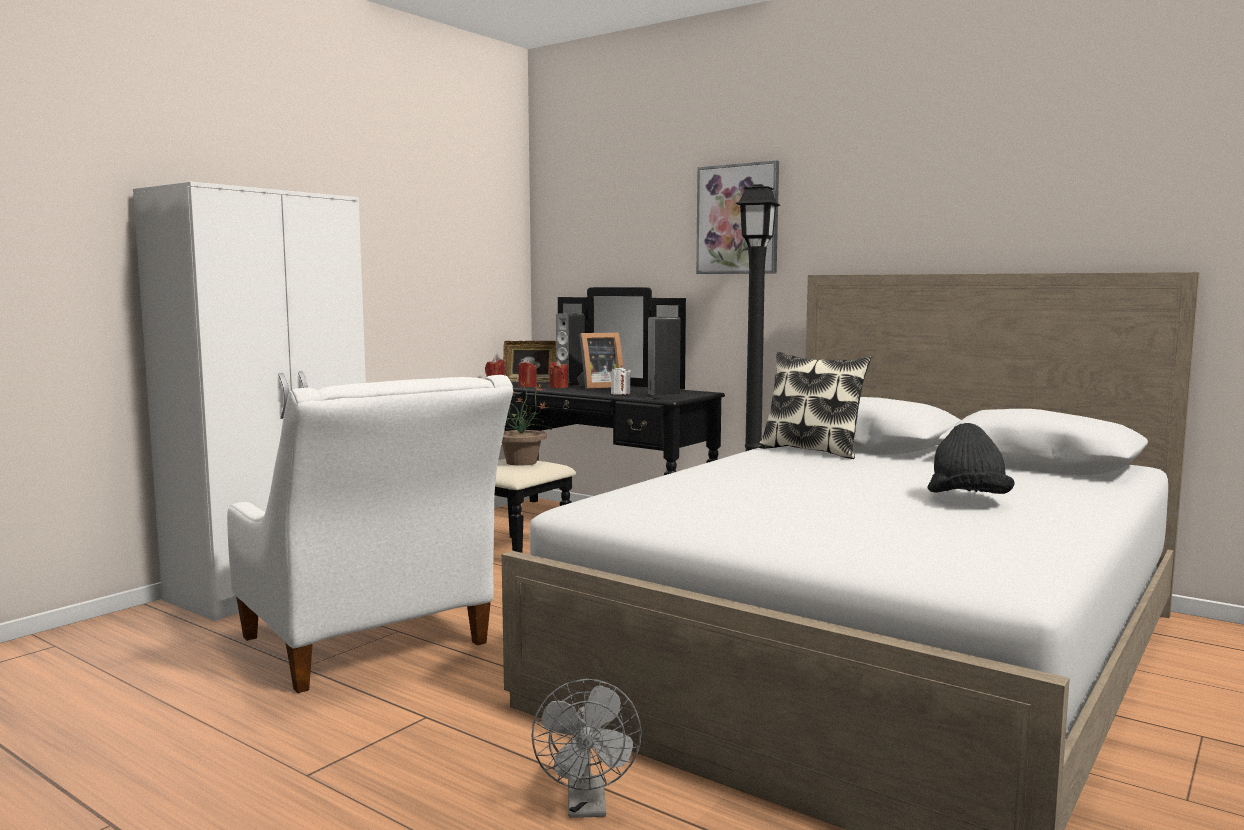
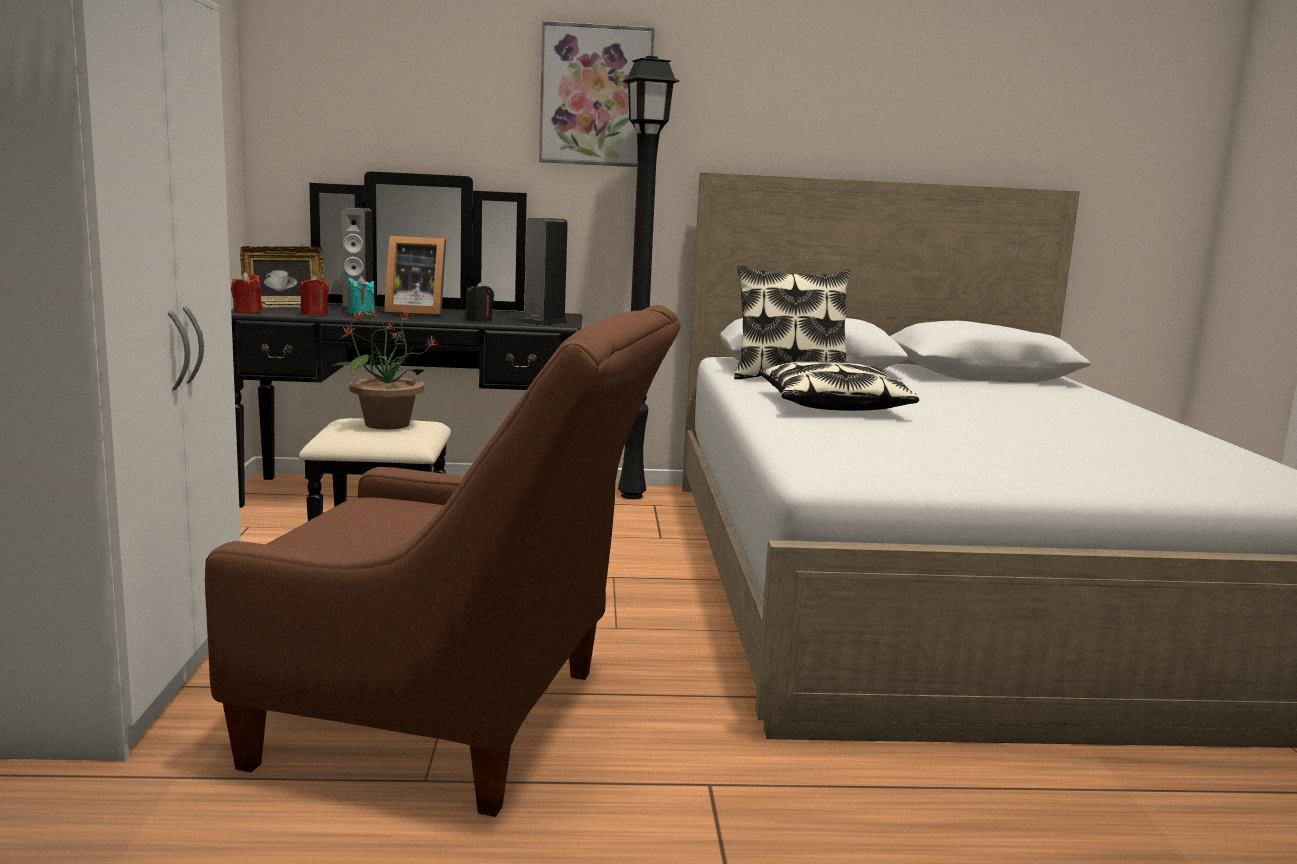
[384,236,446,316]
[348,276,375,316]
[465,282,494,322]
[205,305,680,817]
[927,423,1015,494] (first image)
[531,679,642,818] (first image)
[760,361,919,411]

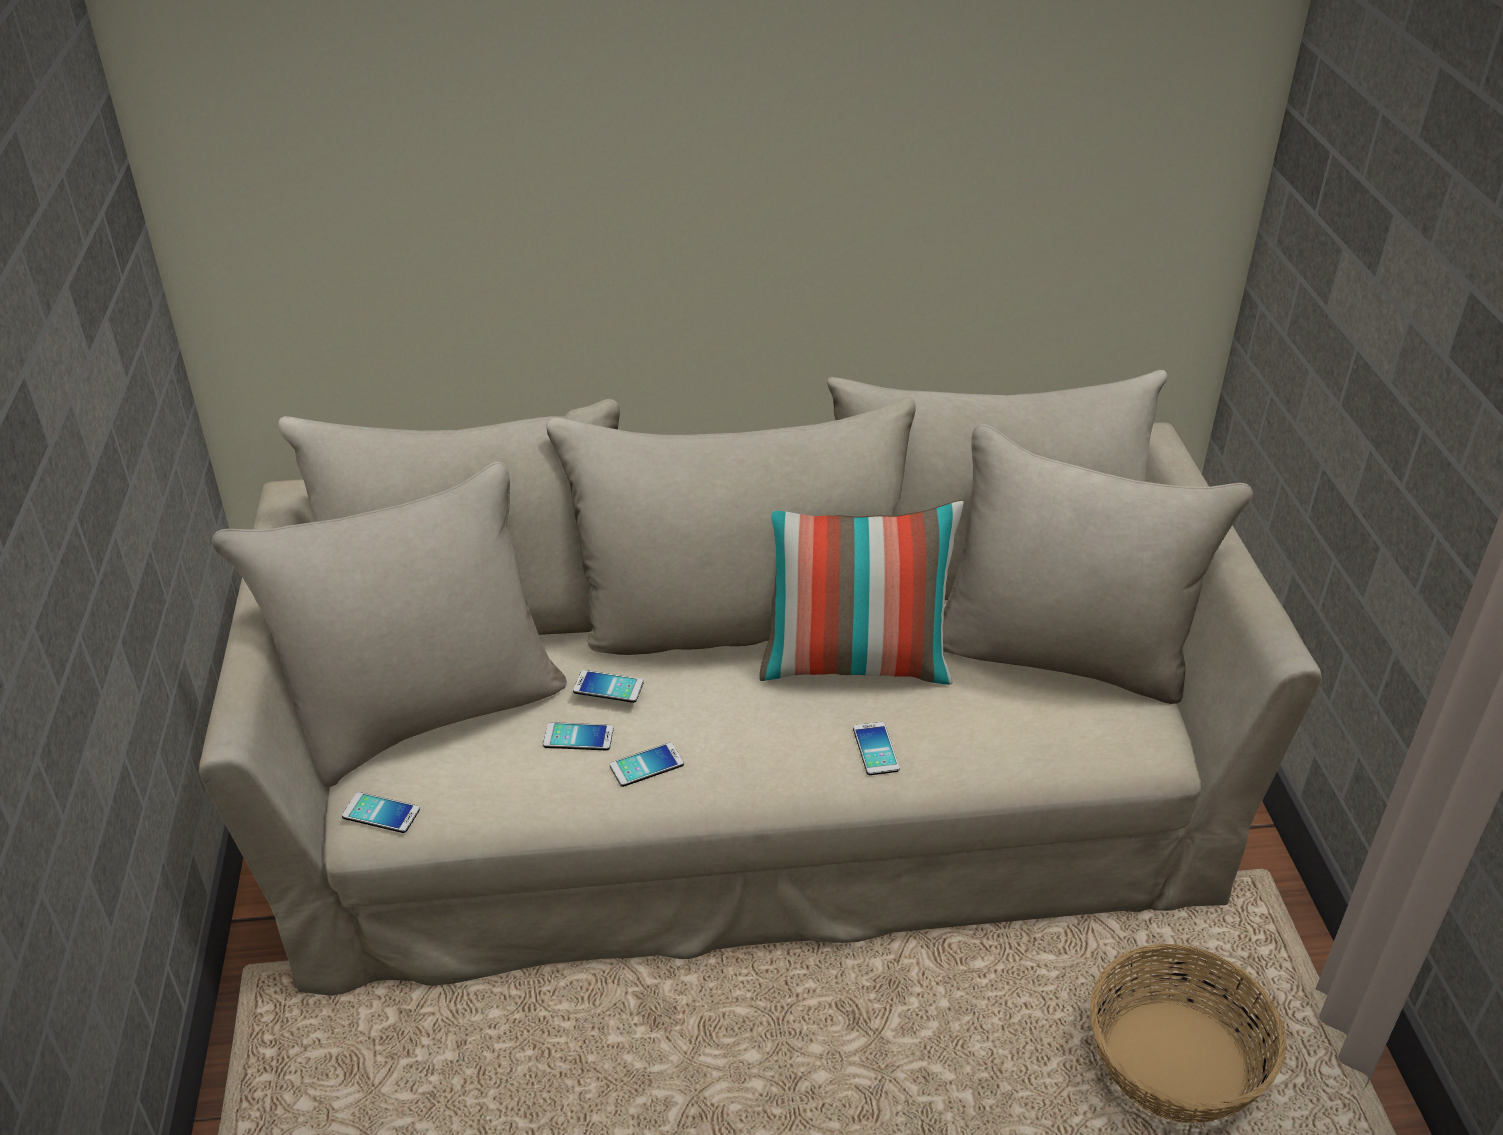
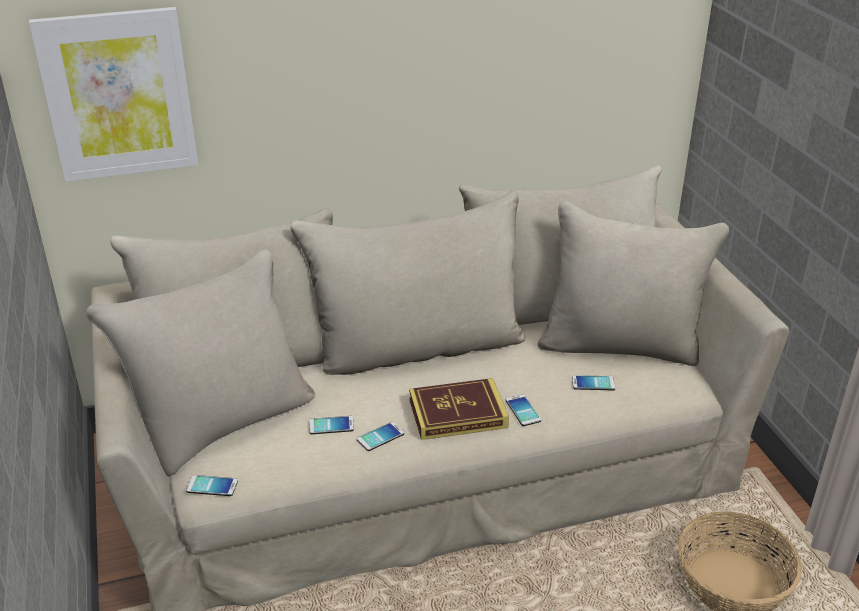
[759,501,964,685] (first image)
[572,375,615,390]
[29,7,198,182]
[409,378,509,440]

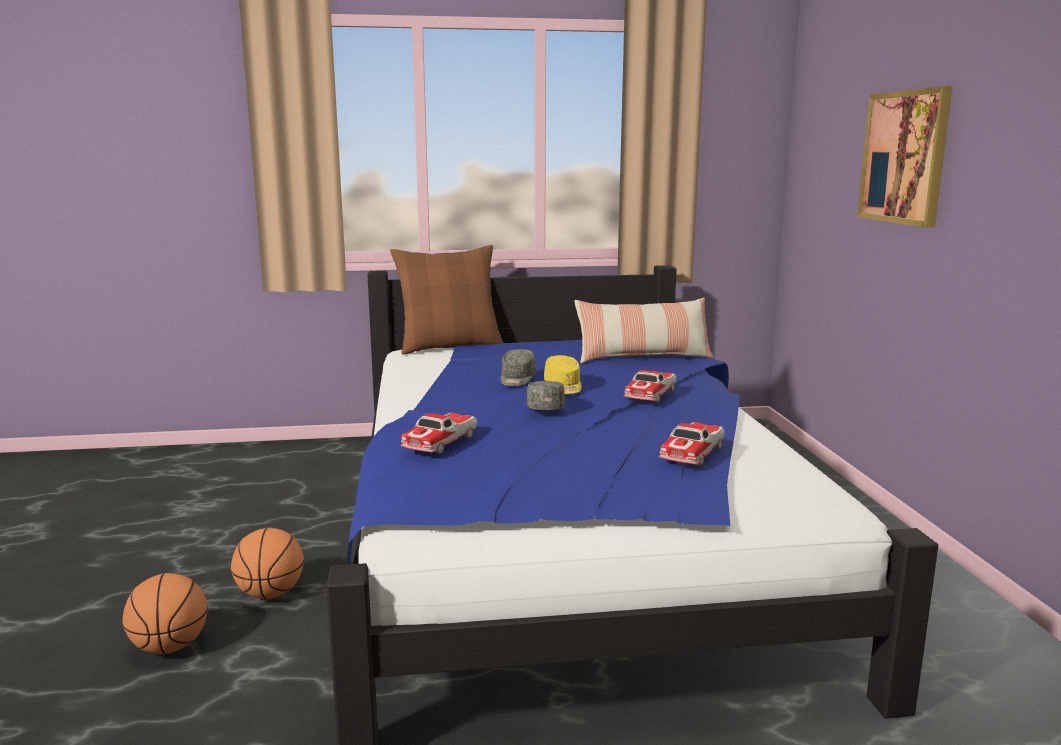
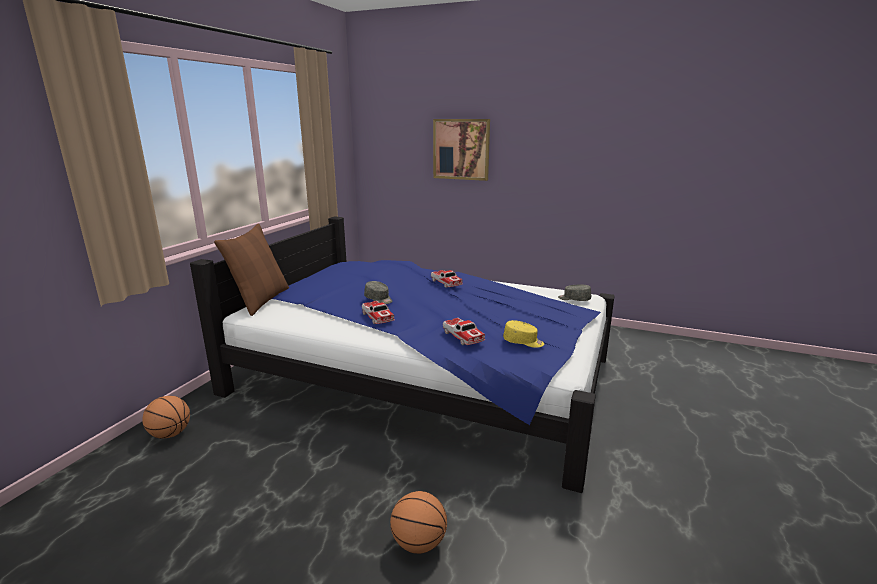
[574,297,713,363] (first image)
[503,320,544,348]
[558,285,591,301]
[362,301,395,324]
[142,396,190,438]

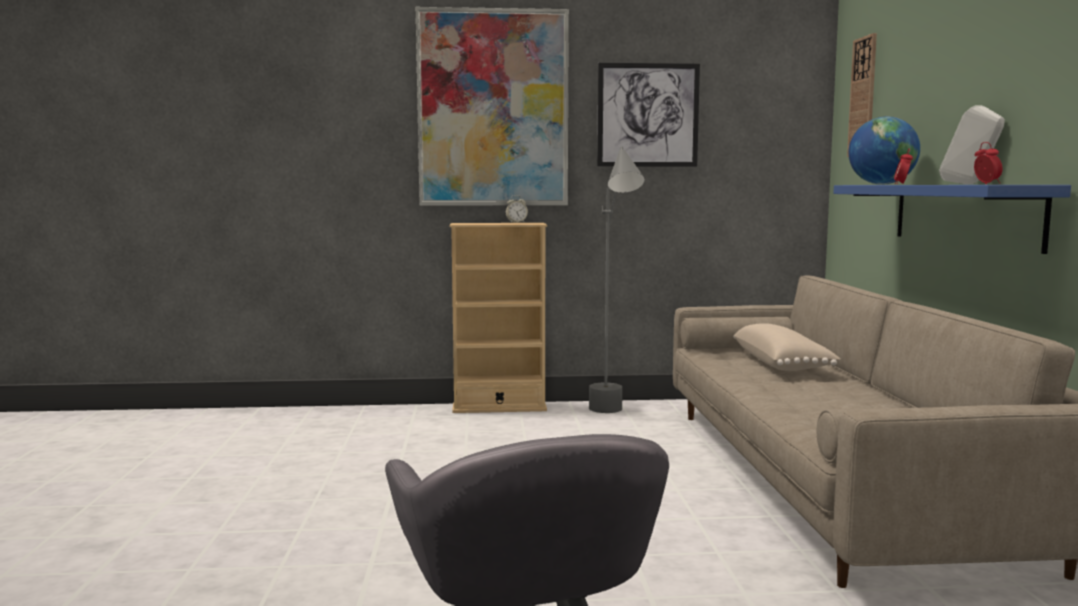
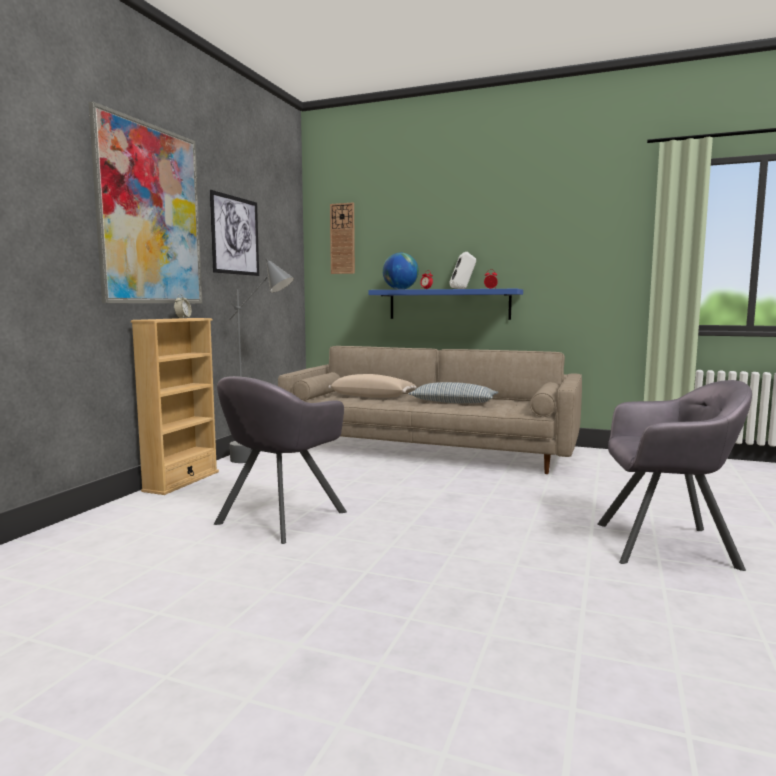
[214,376,347,544]
[408,382,498,403]

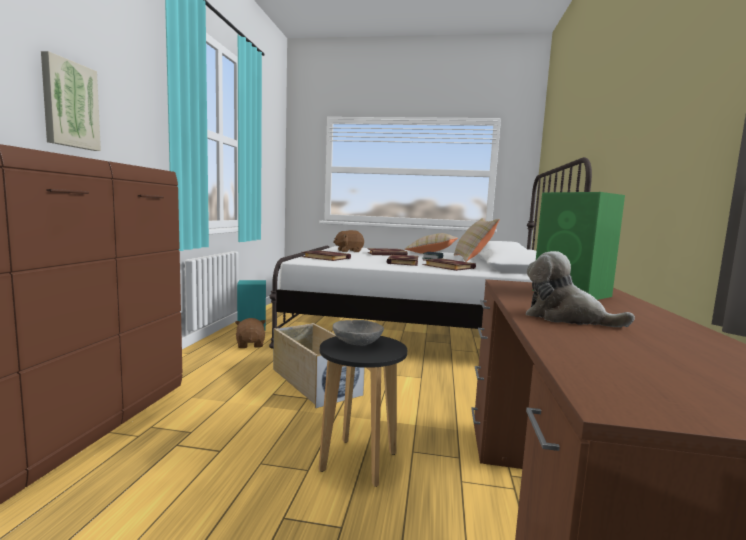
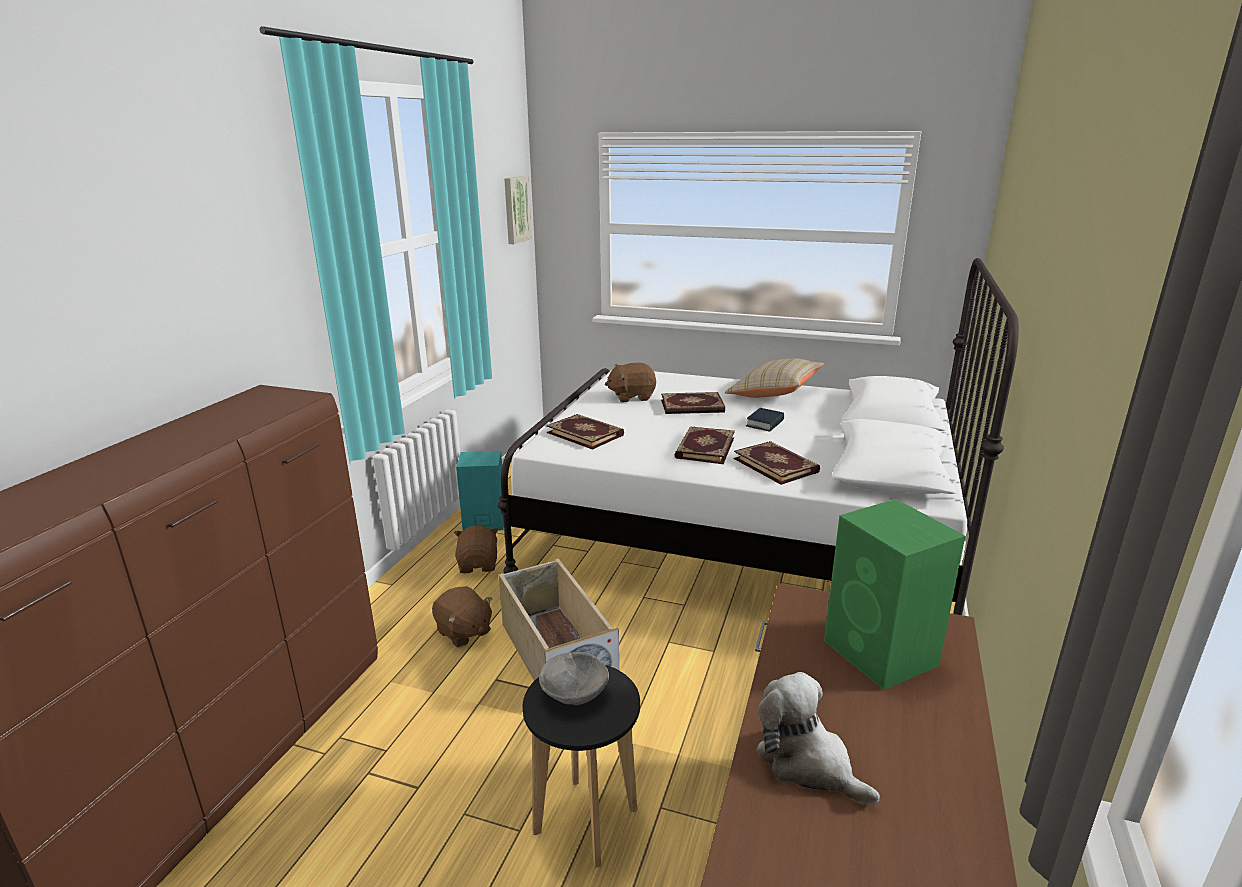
[504,176,532,244]
[454,218,500,262] (first image)
[432,586,492,648]

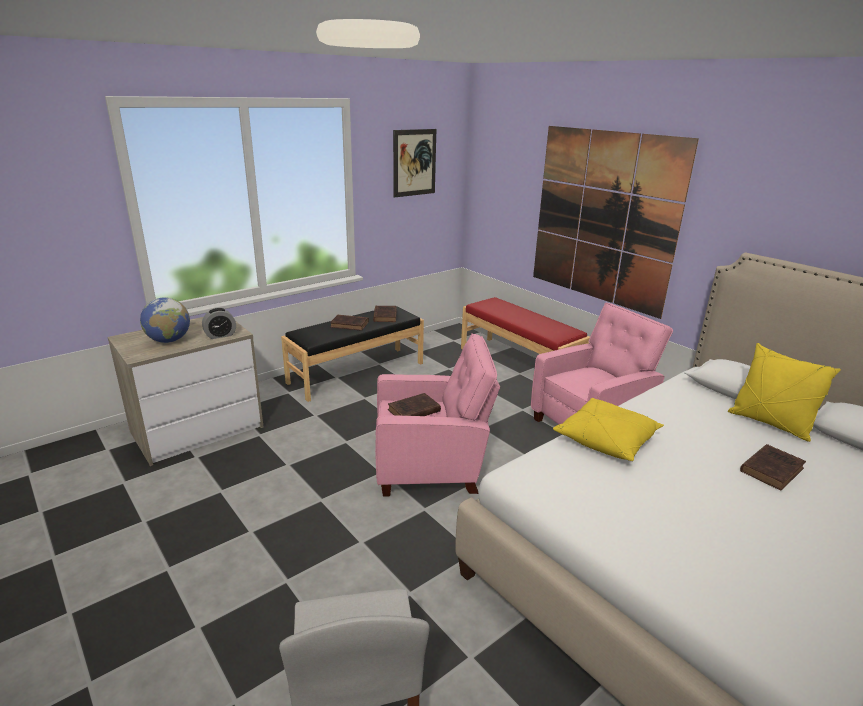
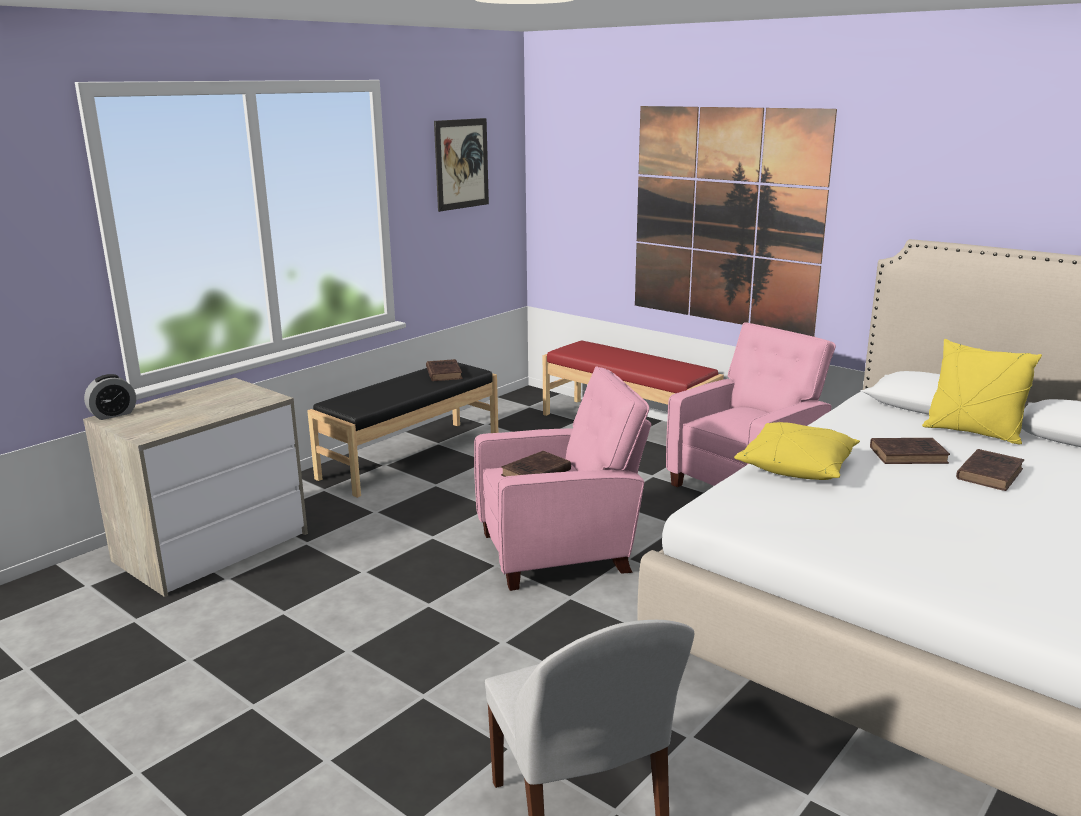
[140,297,190,343] (first image)
[84,374,136,420]
[870,438,950,464]

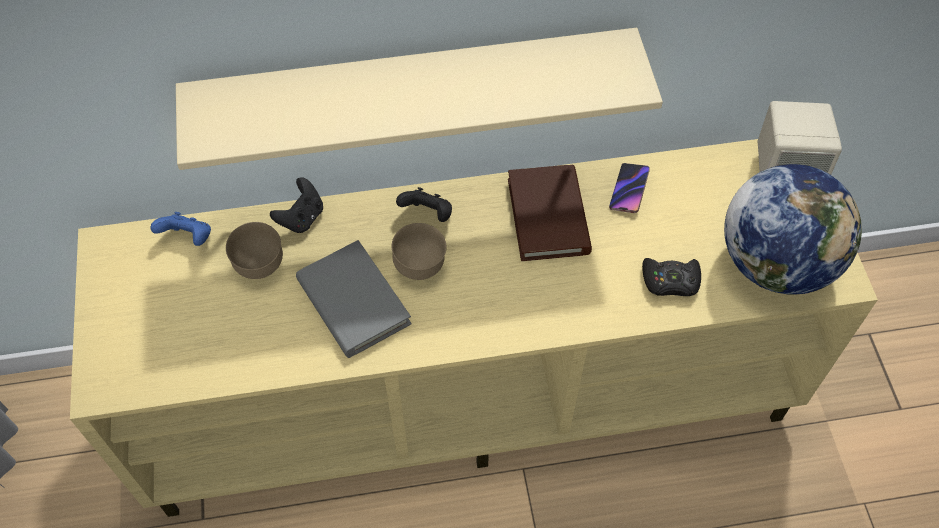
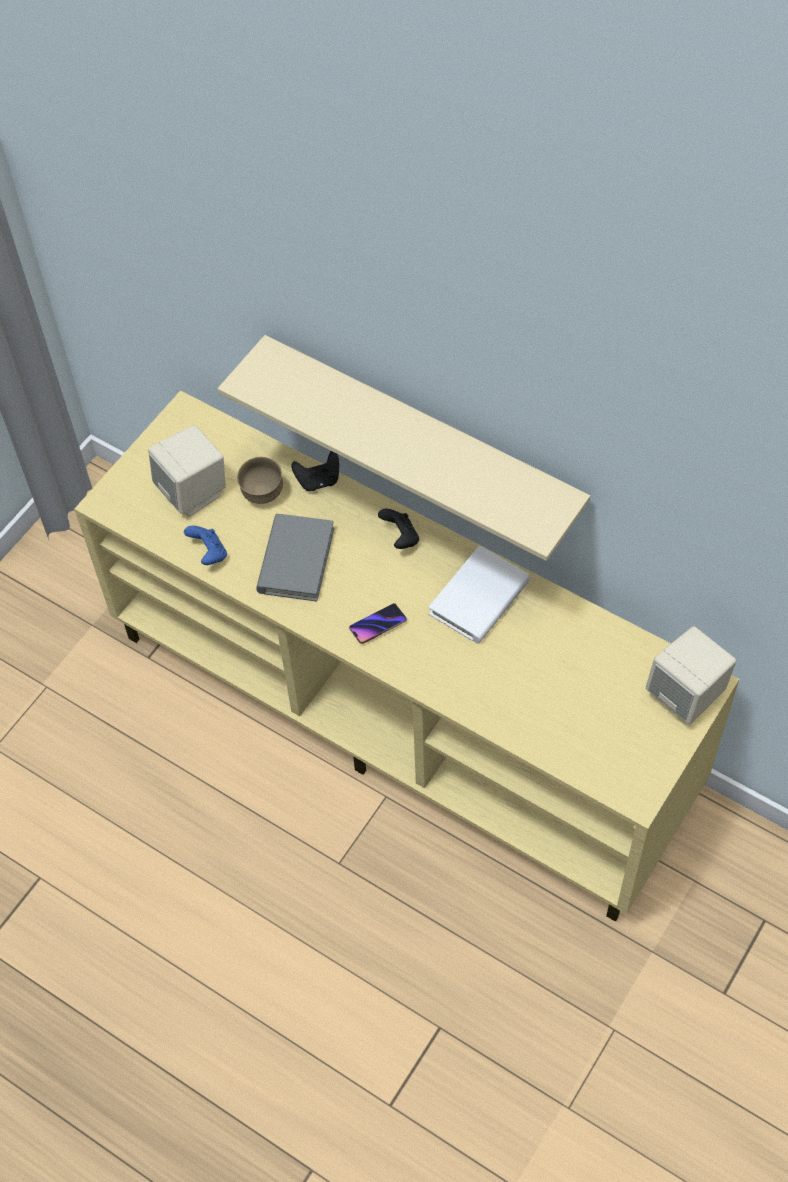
[349,603,407,644]
[724,164,862,295] (first image)
[428,545,530,644]
[184,526,227,565]
[392,223,447,280] (first image)
[642,258,701,296] (first image)
[148,425,226,516]

